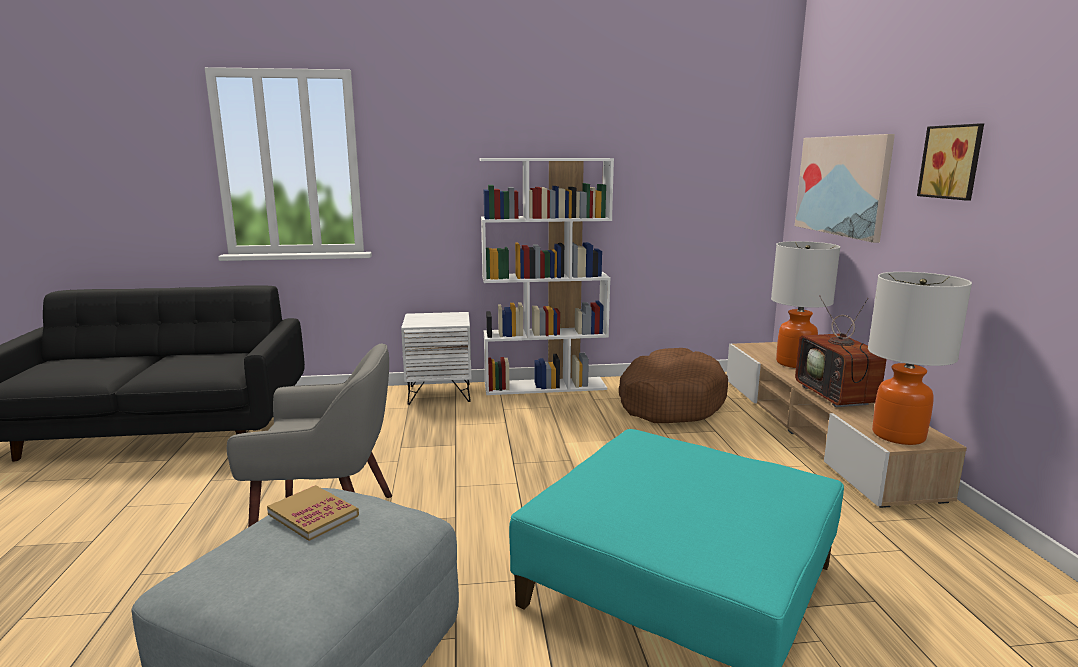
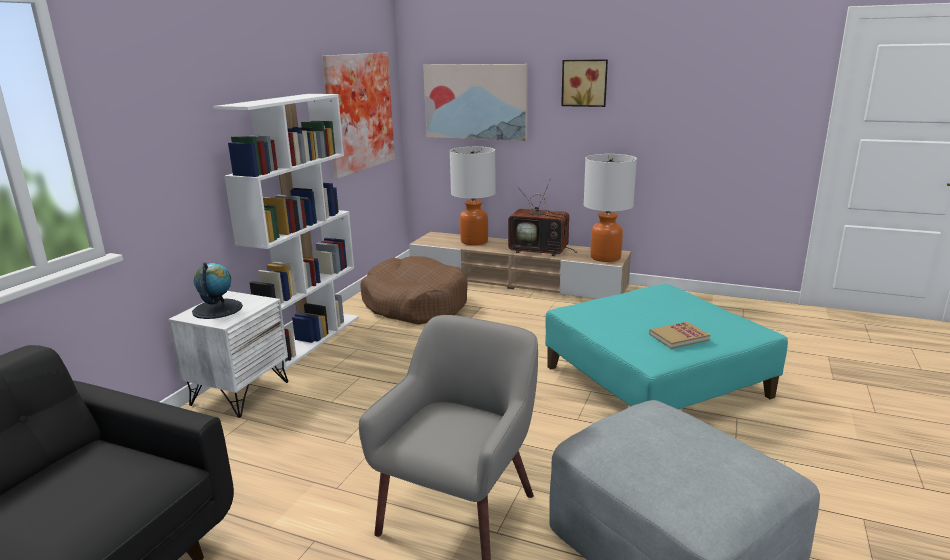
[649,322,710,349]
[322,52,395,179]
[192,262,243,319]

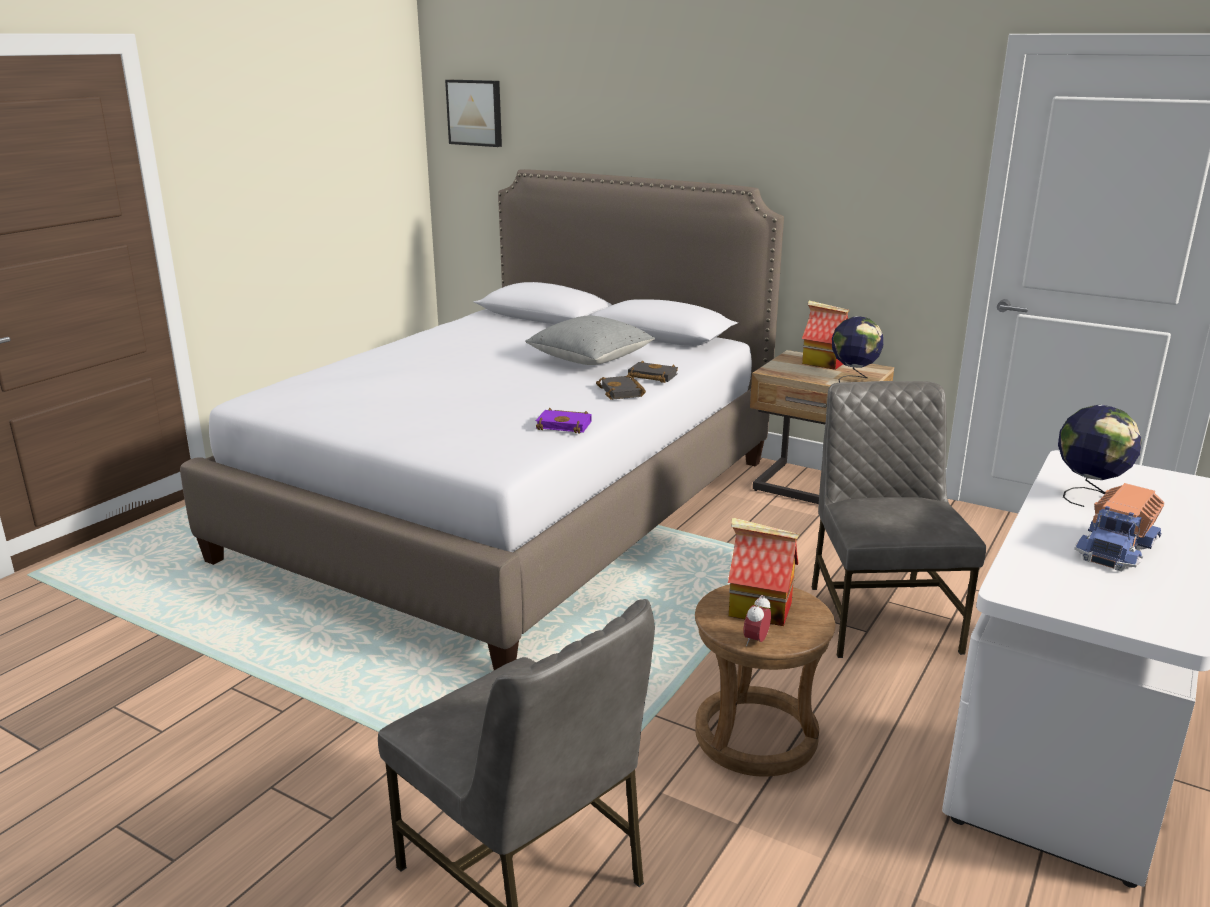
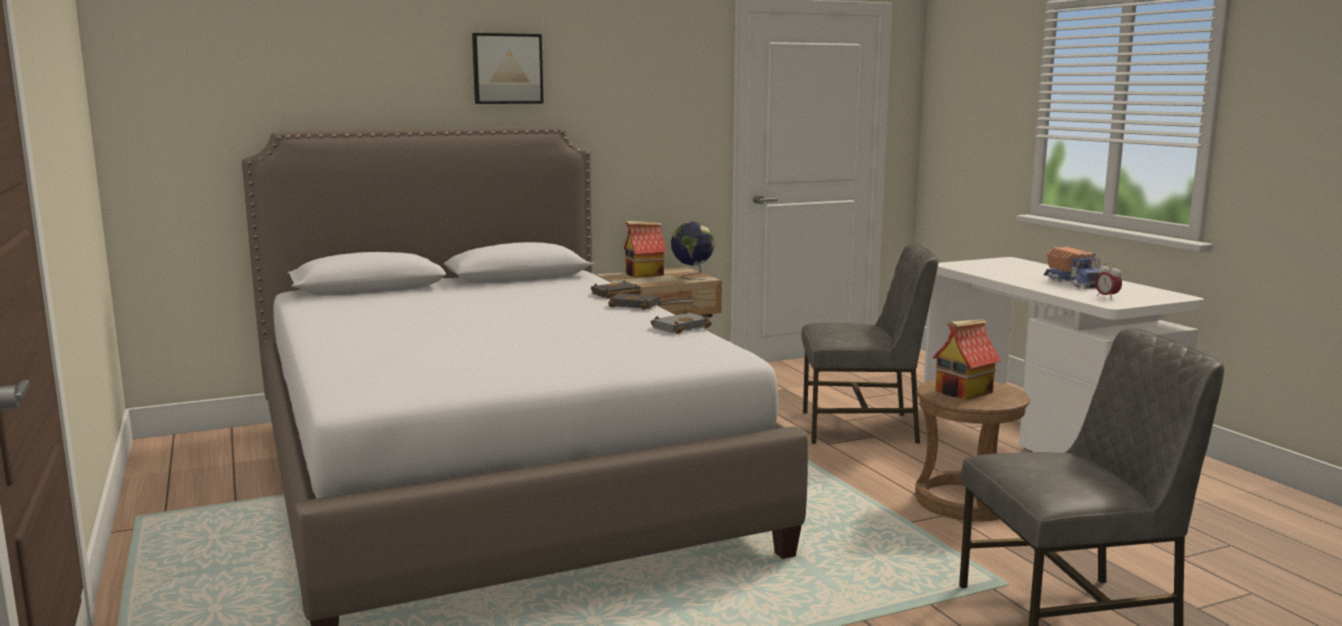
[472,33,544,104]
[525,316,655,365] (first image)
[801,244,939,444]
[1058,405,1142,507] (first image)
[651,311,712,334]
[1095,262,1122,299]

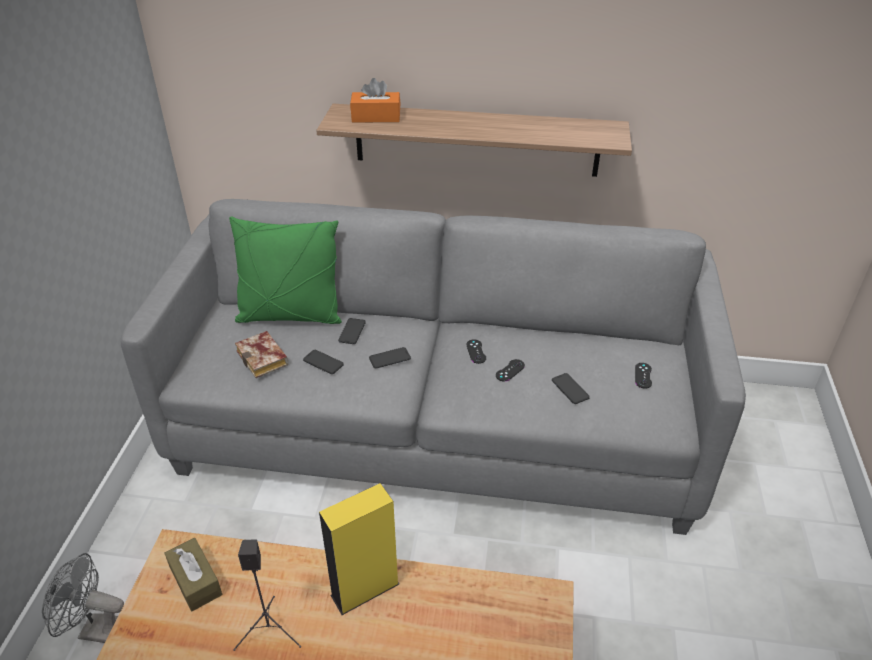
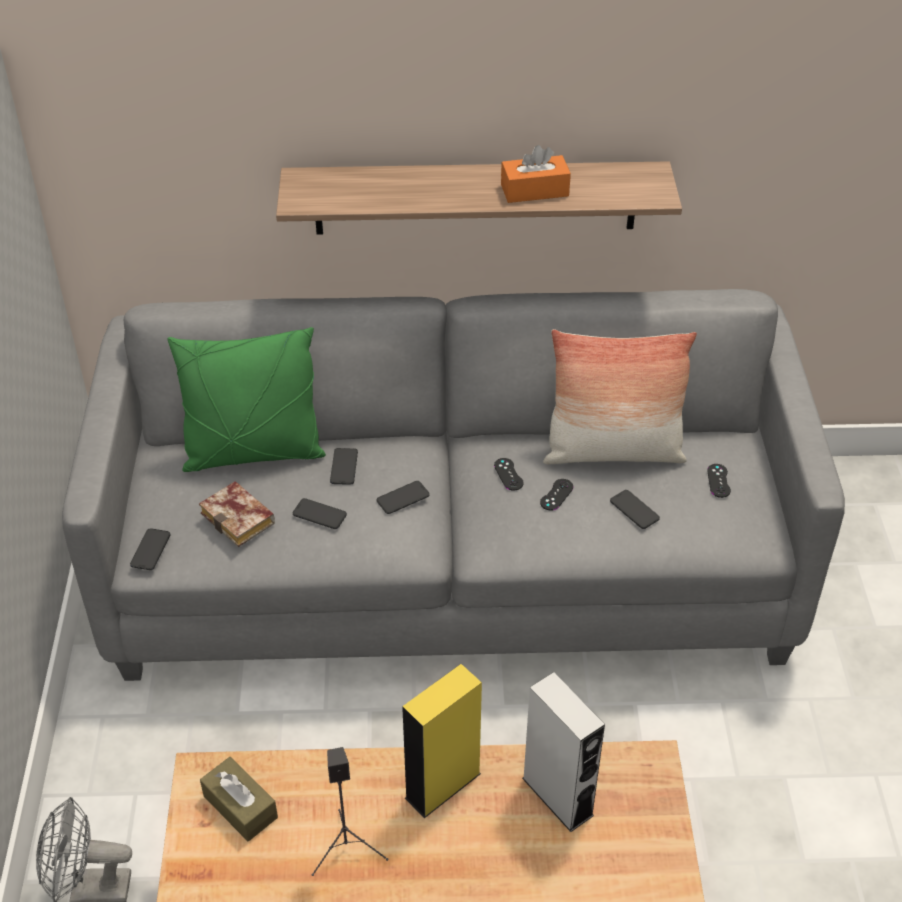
[501,145,571,203]
[543,329,697,464]
[130,528,170,570]
[522,672,605,832]

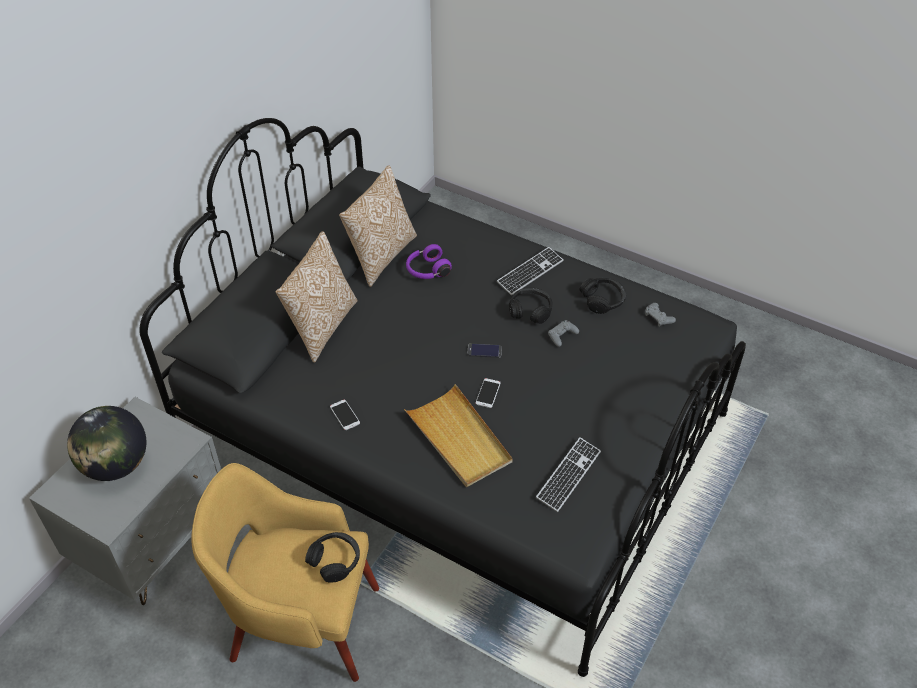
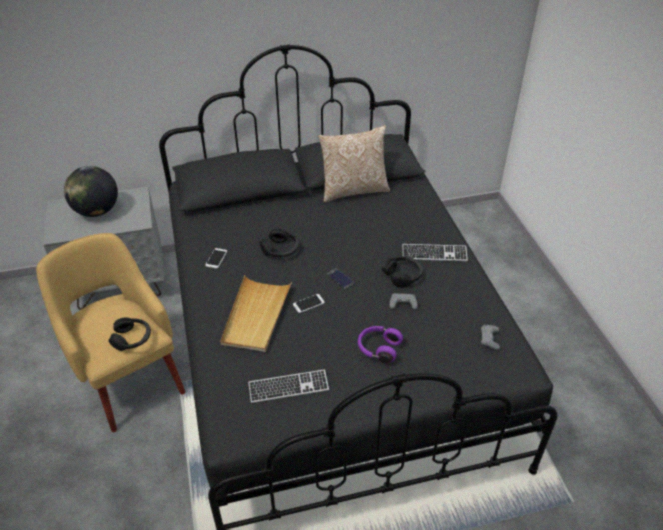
[276,231,358,363] (first image)
[358,326,403,363]
[260,228,299,257]

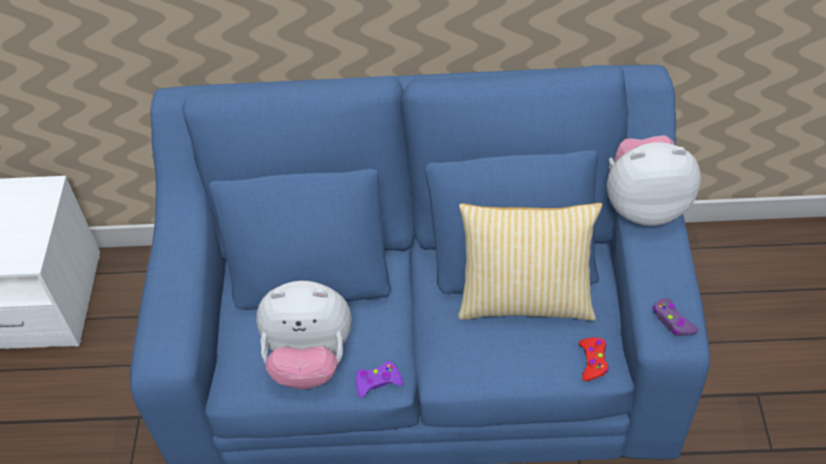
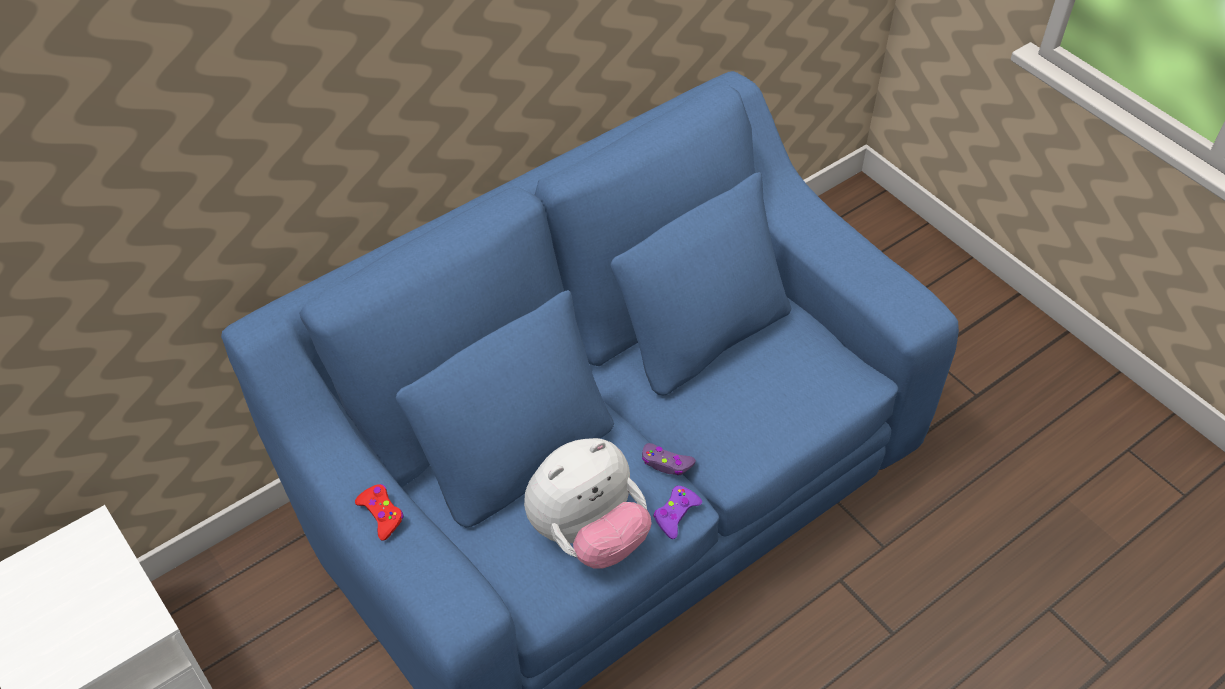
[607,135,701,226] (first image)
[458,203,602,321] (first image)
[642,443,696,475]
[355,484,403,541]

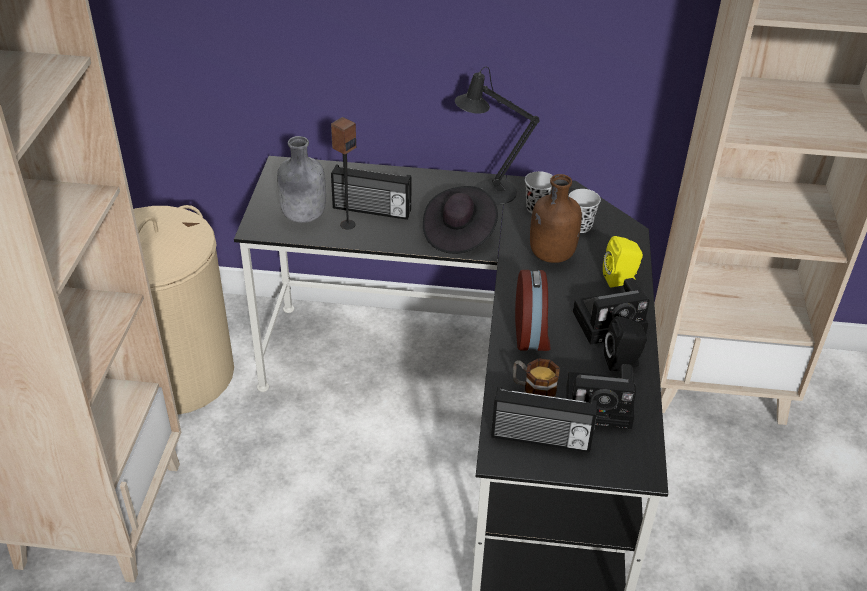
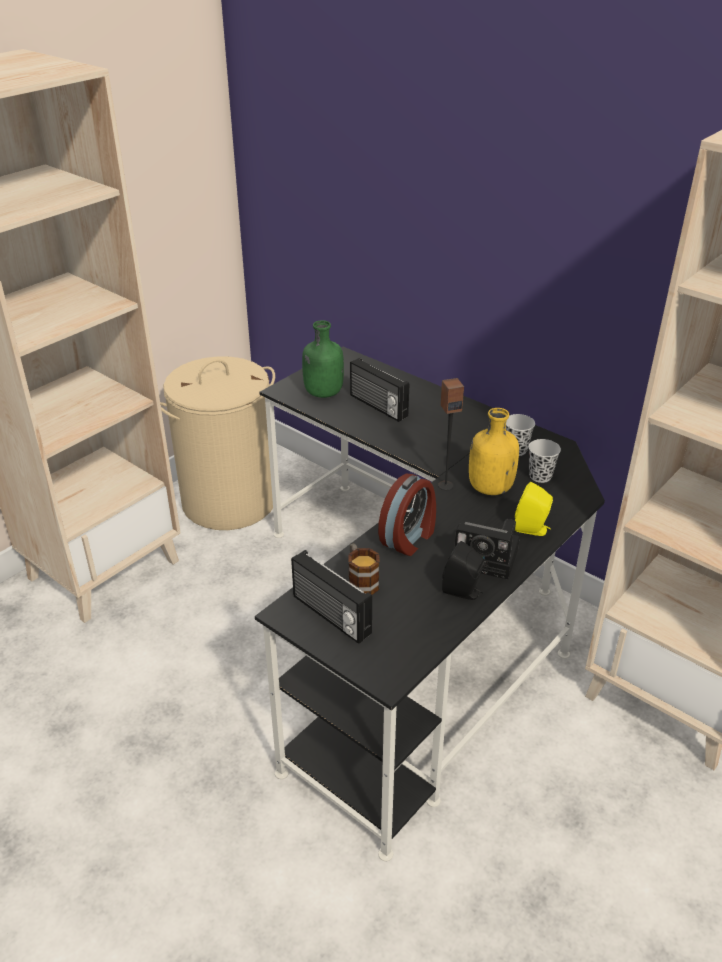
[455,67,540,205] (first image)
[438,378,464,490]
[302,320,344,398]
[469,408,519,495]
[423,186,498,254] (first image)
[566,364,636,430] (first image)

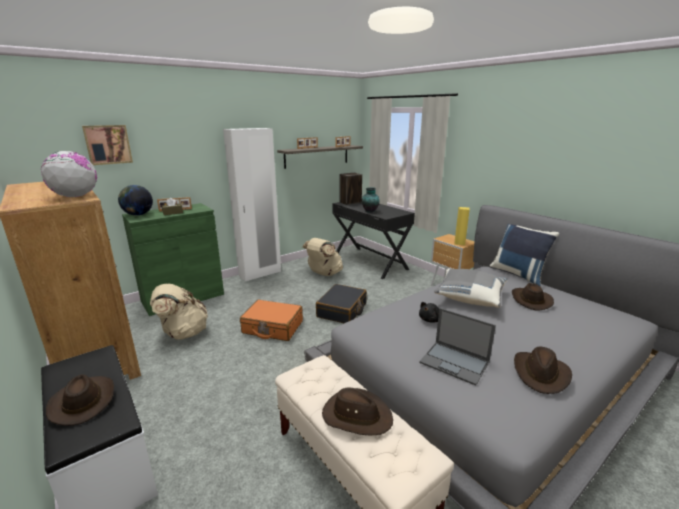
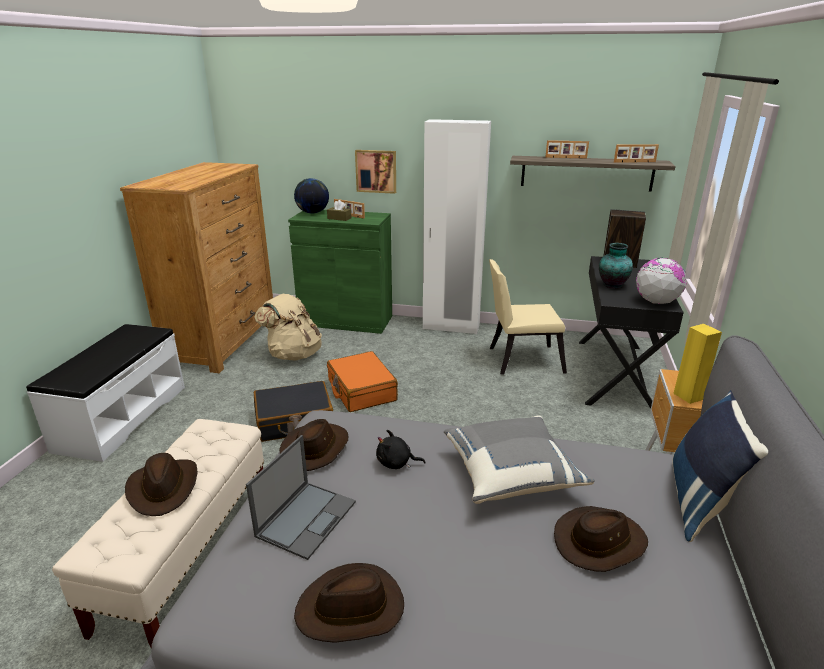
[355,150,396,194]
[636,258,687,304]
[489,259,567,375]
[254,381,333,442]
[246,435,356,560]
[279,419,348,471]

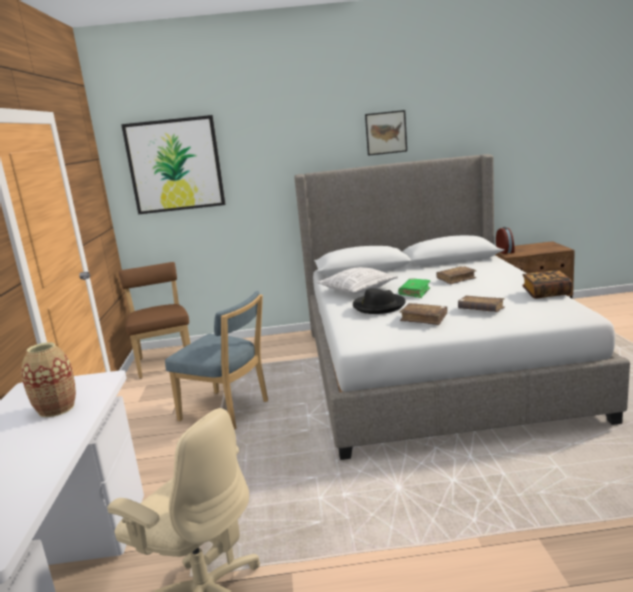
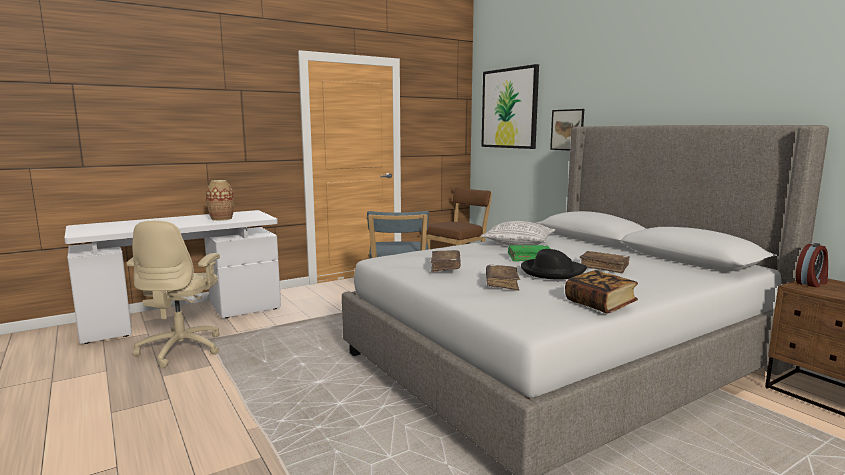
[550,109,584,151]
[521,249,587,280]

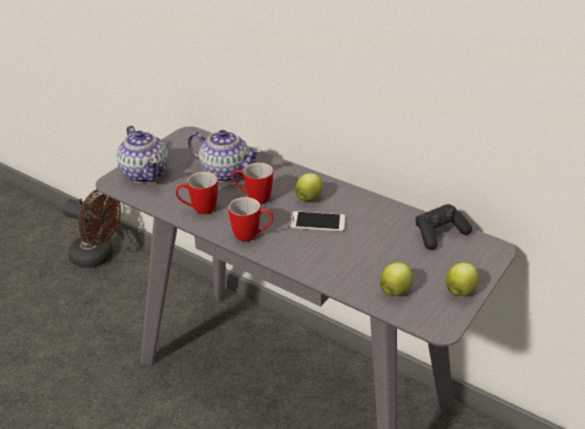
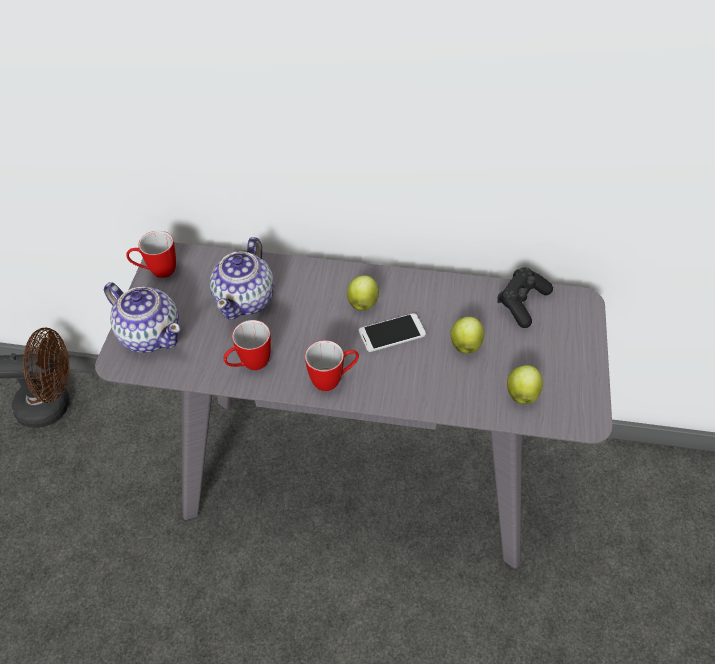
[210,237,274,320]
[126,231,176,278]
[450,317,484,354]

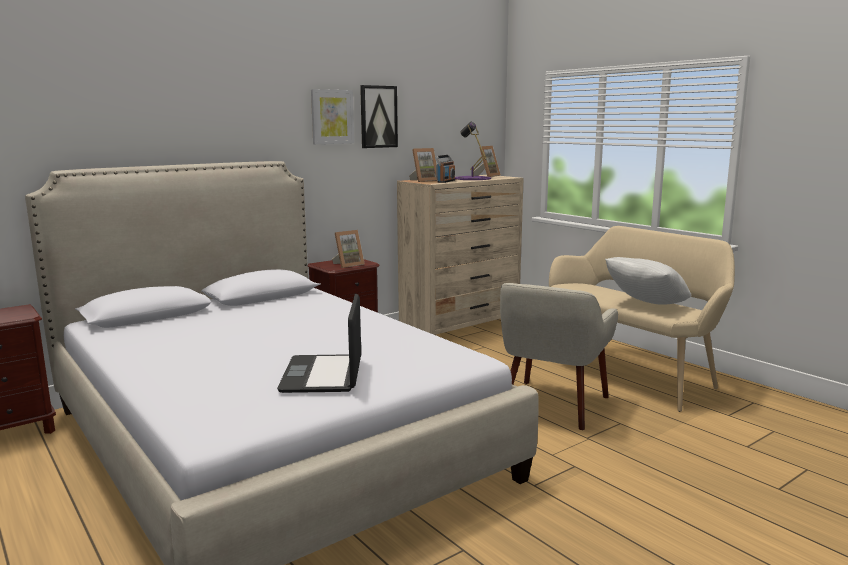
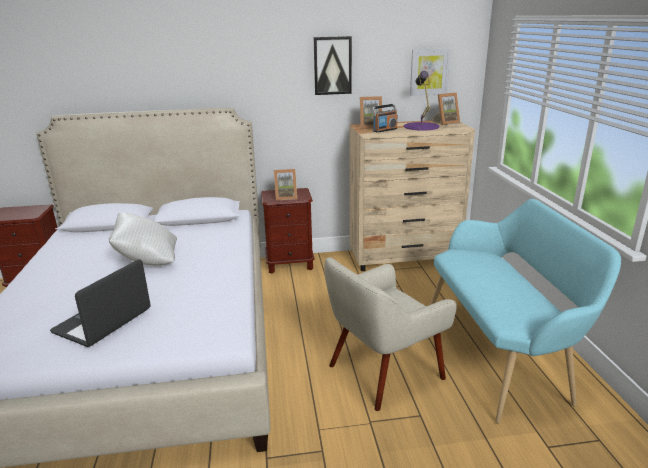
[410,48,451,96]
[430,199,621,423]
[109,213,177,266]

